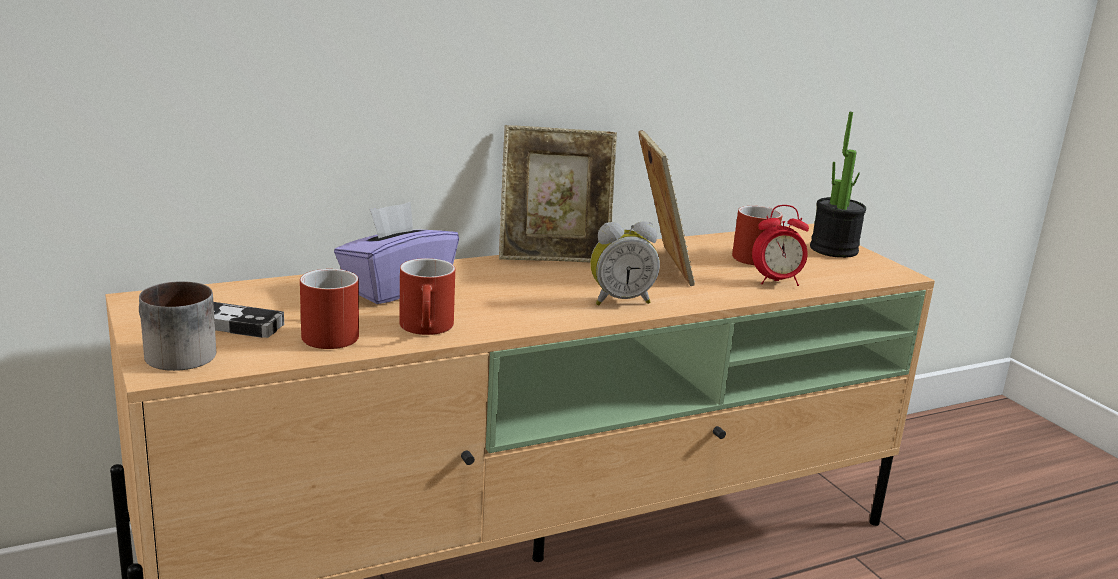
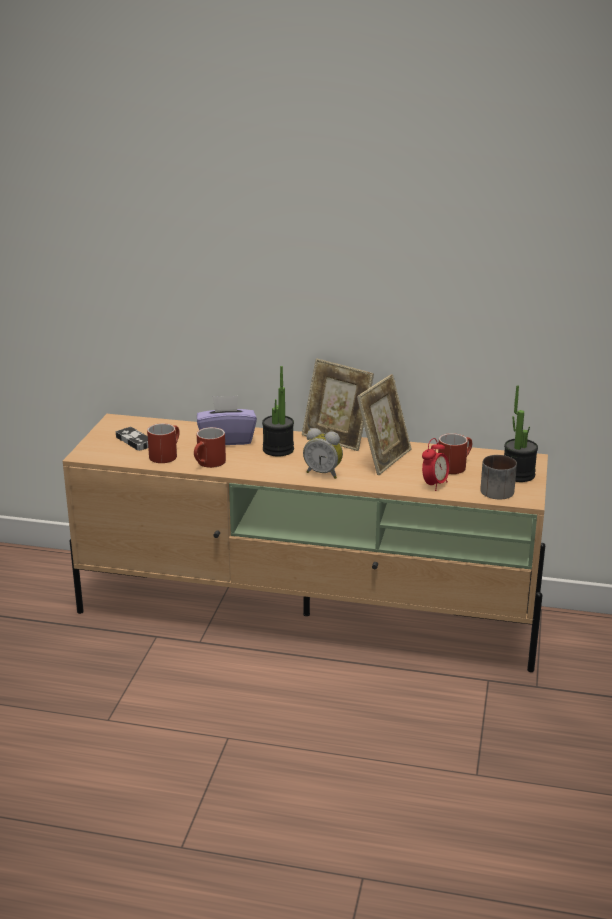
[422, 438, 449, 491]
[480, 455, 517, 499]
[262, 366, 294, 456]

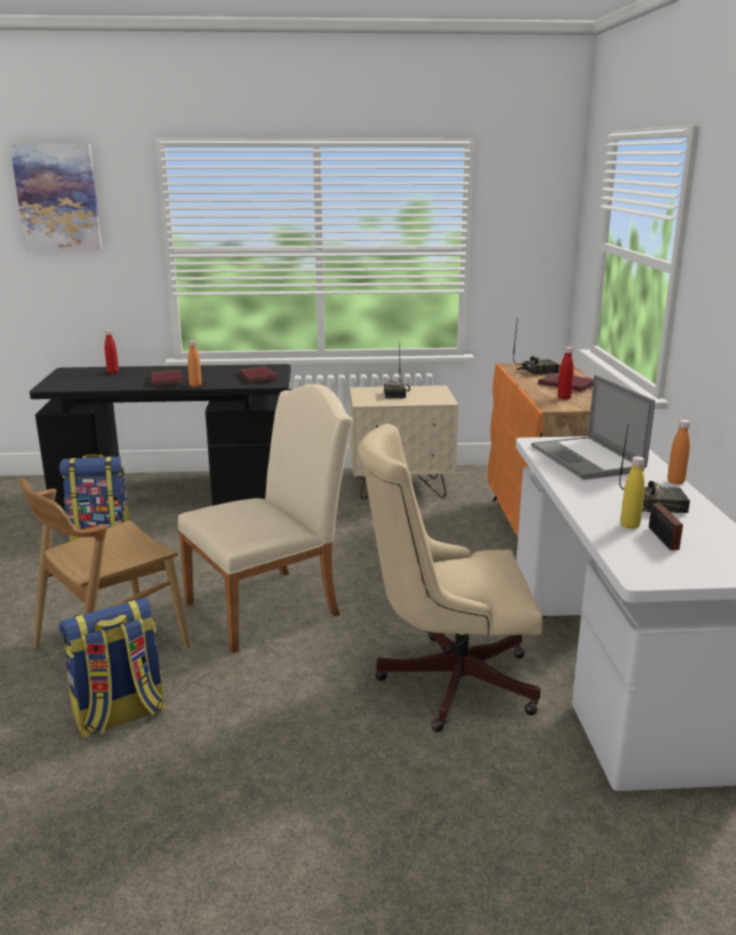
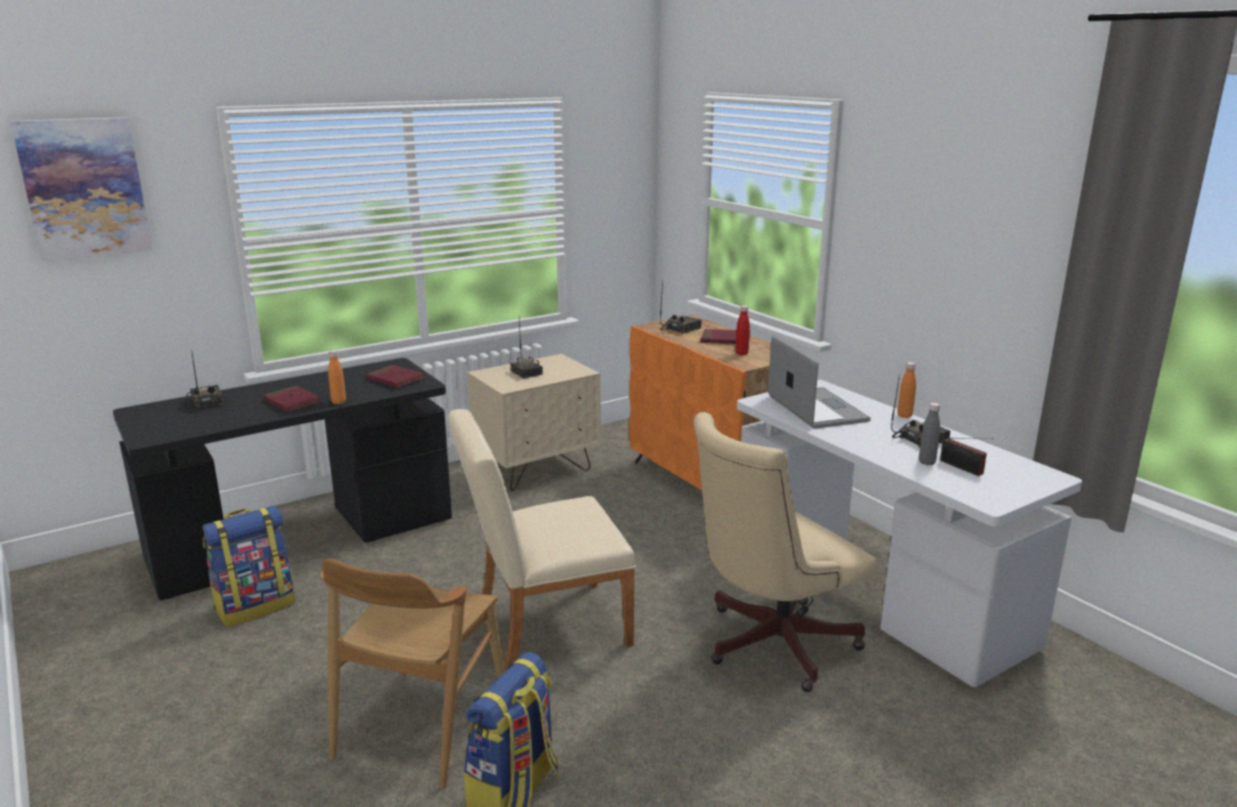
[185, 350, 224, 412]
[768, 336, 871, 429]
[449, 409, 636, 671]
[919, 403, 940, 465]

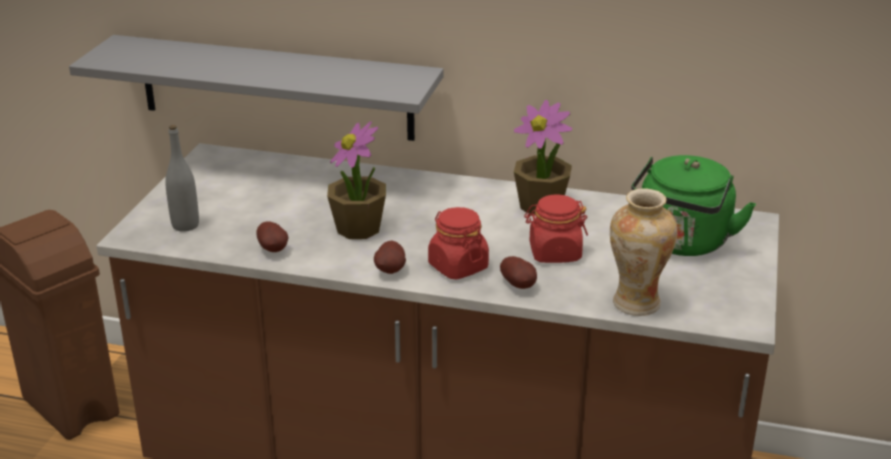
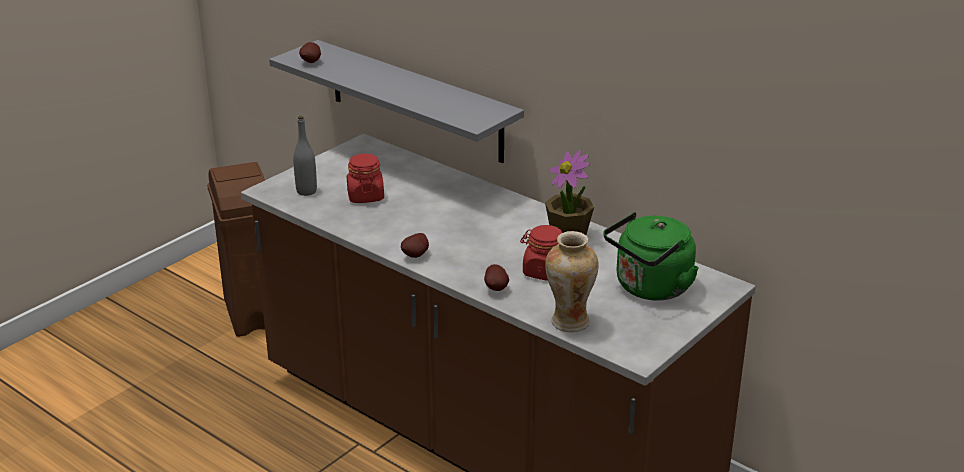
[327, 121, 386, 239] (first image)
[347, 154, 384, 203]
[299, 42, 321, 63]

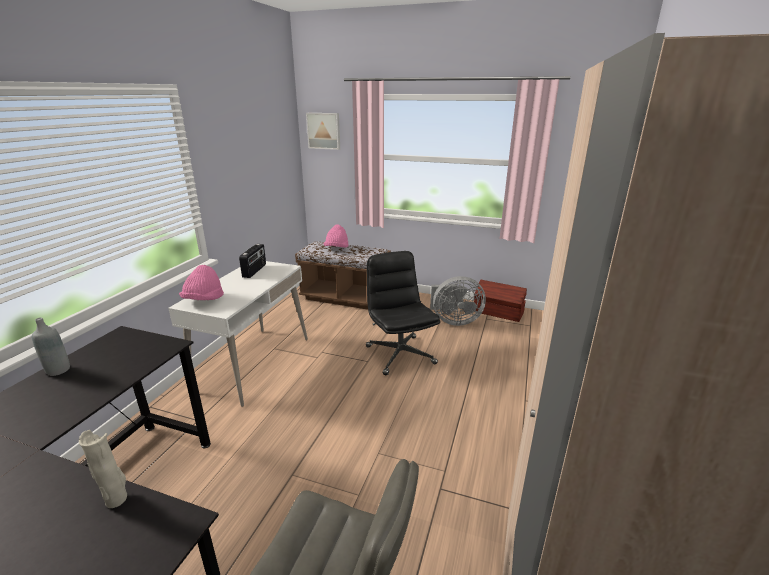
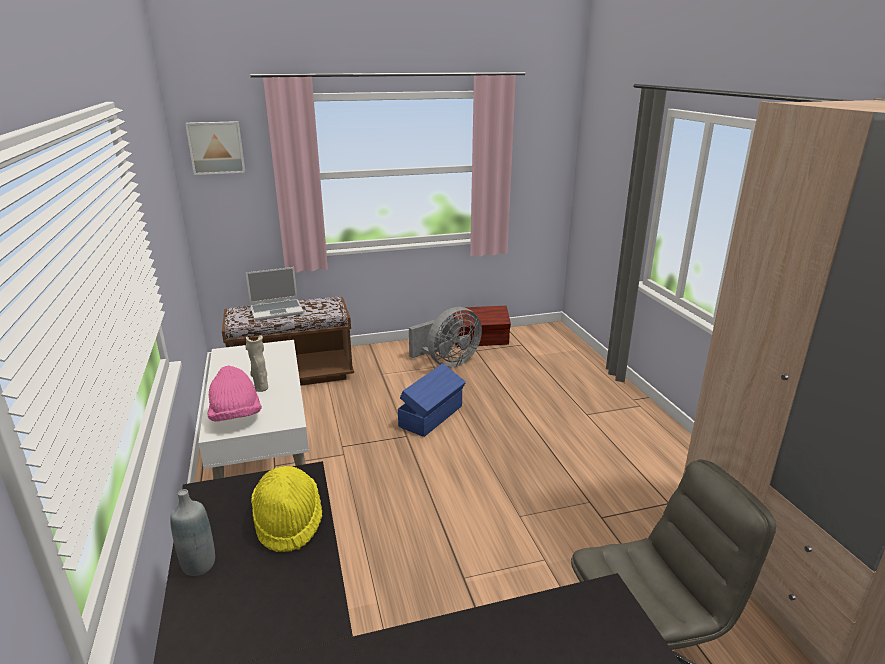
[246, 267, 304, 321]
[239, 244, 266, 278] (first image)
[398, 364, 466, 437]
[245, 335, 268, 392]
[251, 466, 322, 552]

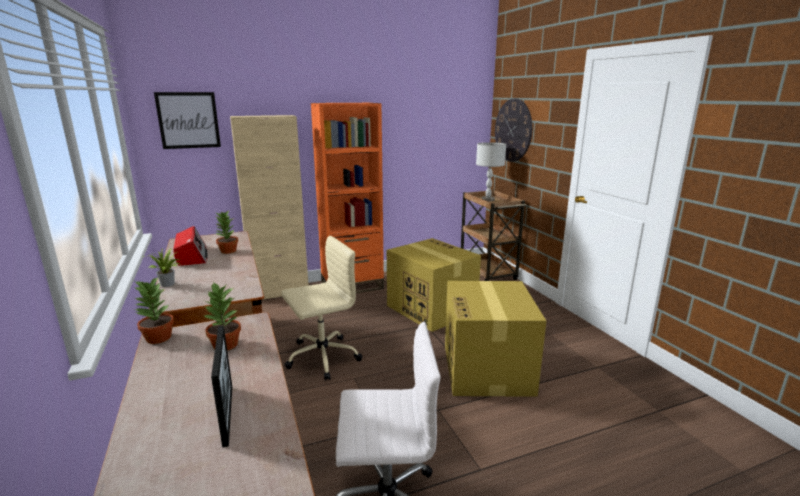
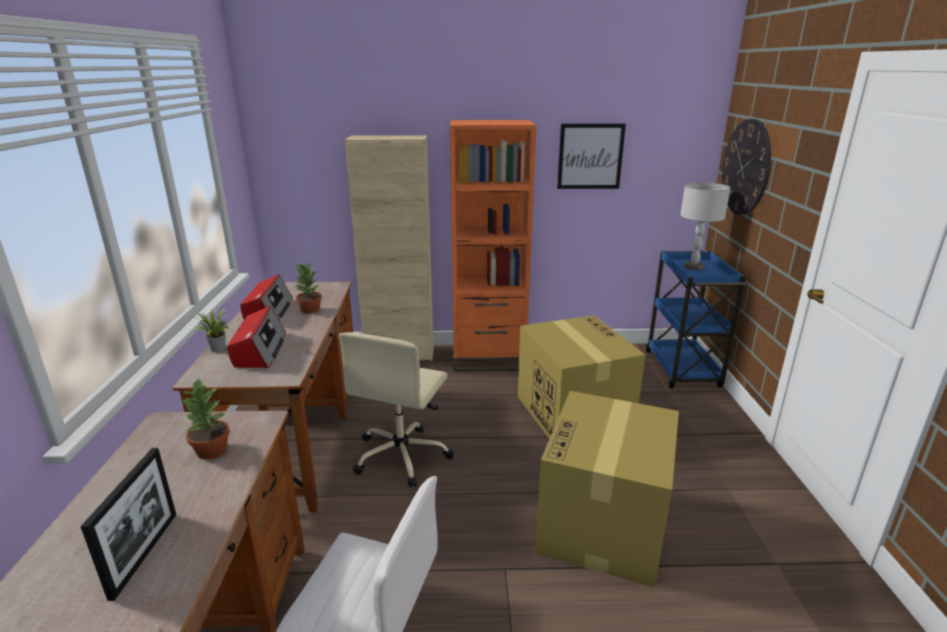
[557, 124, 626, 189]
[646, 251, 746, 388]
[339, 332, 454, 487]
[134, 277, 174, 344] (first image)
[227, 306, 286, 368]

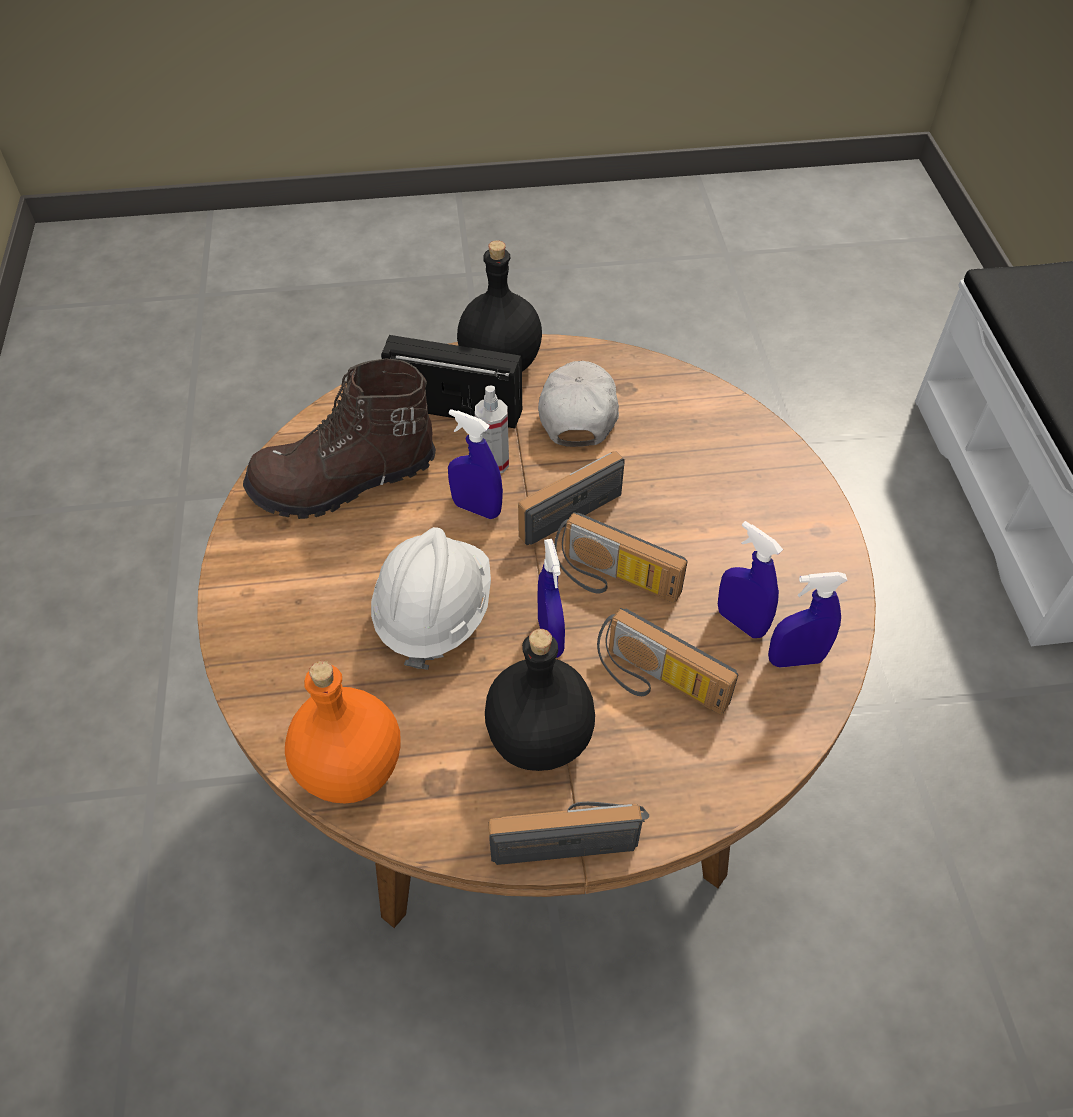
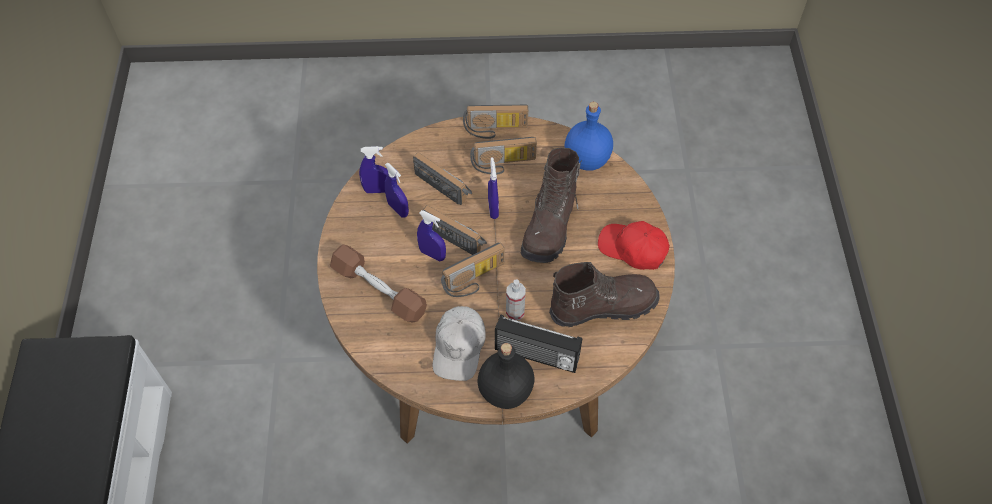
[417, 210, 446, 261]
[521, 147, 582, 263]
[470, 137, 537, 175]
[564, 102, 613, 171]
[598, 221, 670, 270]
[330, 244, 427, 322]

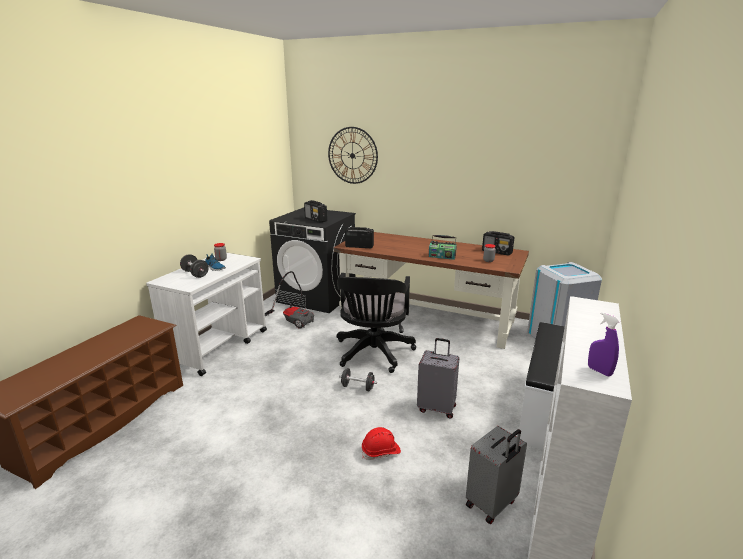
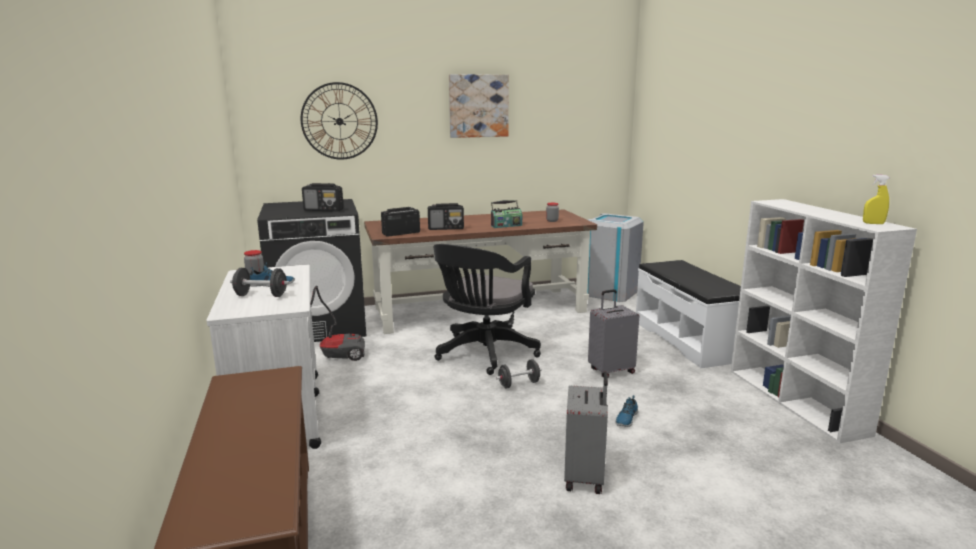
[428, 203, 464, 230]
[434, 244, 541, 375]
[863, 175, 890, 224]
[564, 371, 608, 494]
[615, 395, 638, 427]
[449, 74, 509, 138]

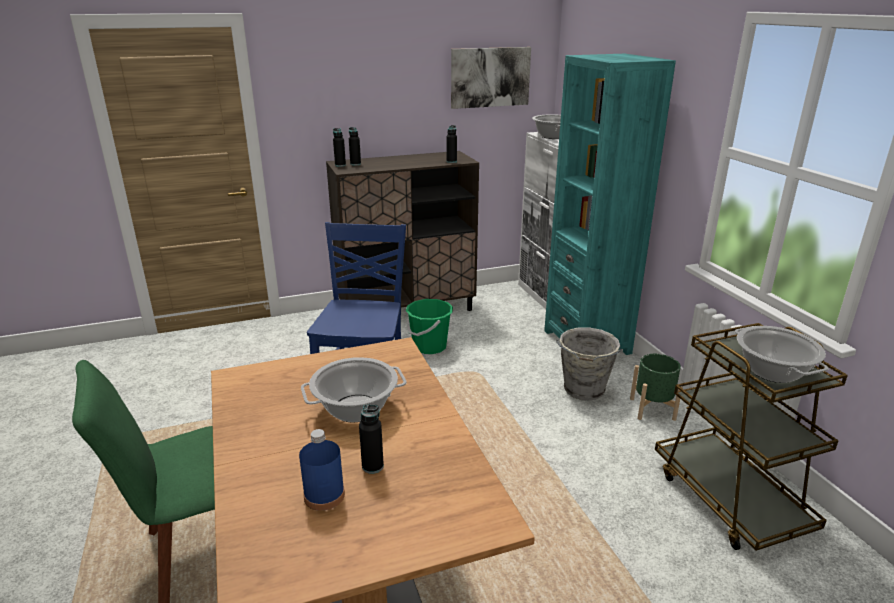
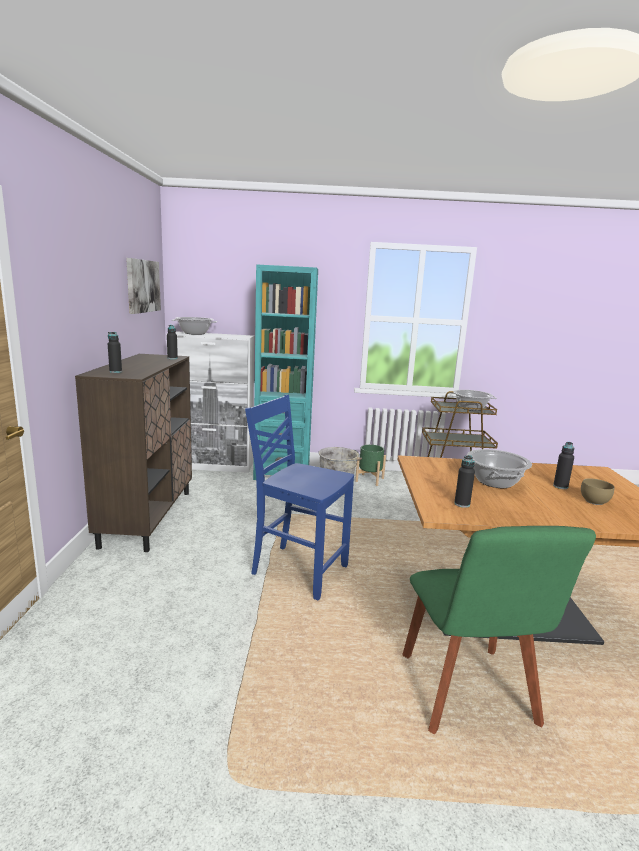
[454, 455, 475, 508]
[406, 299, 453, 354] (first image)
[581, 478, 615, 505]

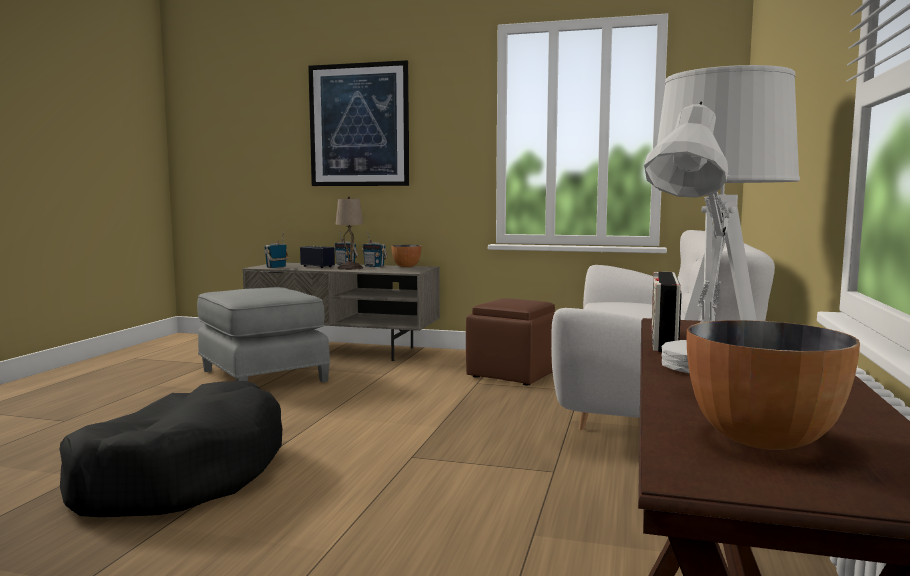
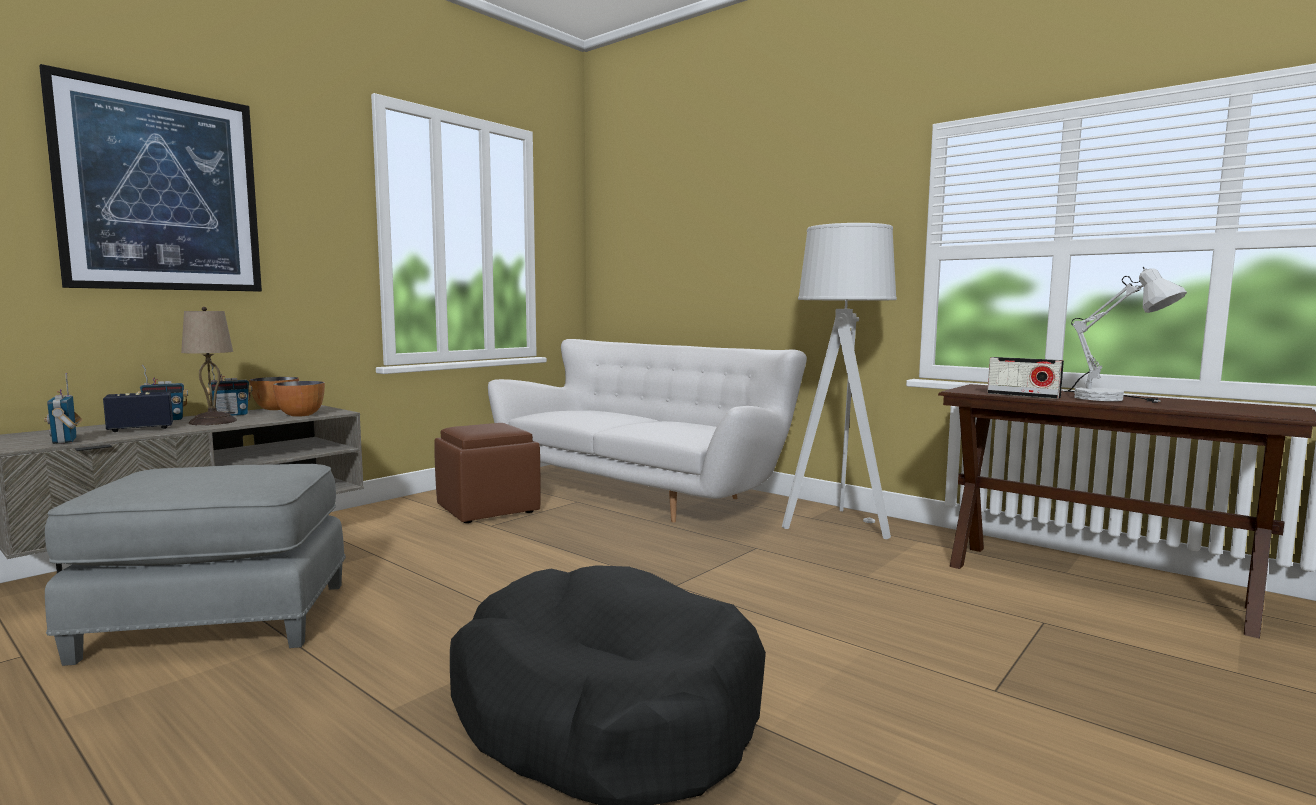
[273, 381, 325, 417]

